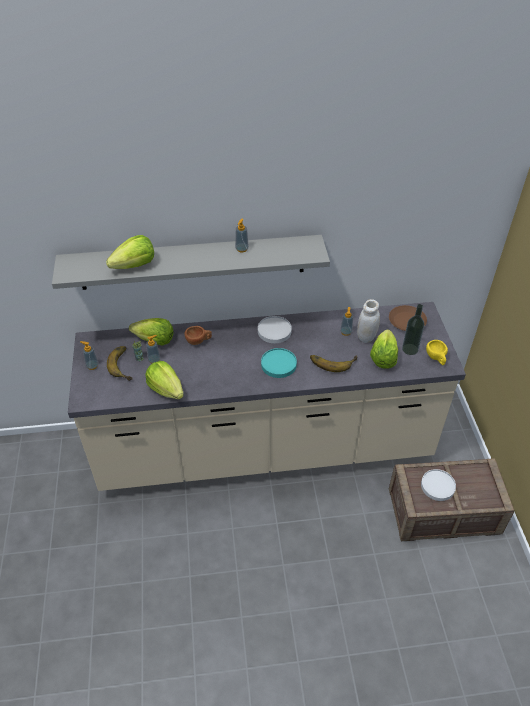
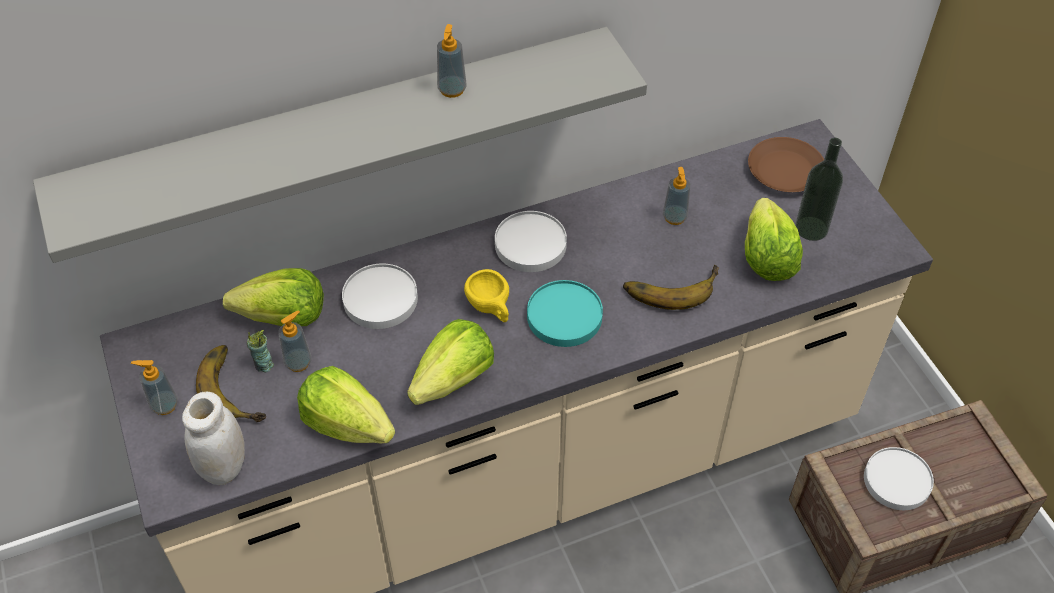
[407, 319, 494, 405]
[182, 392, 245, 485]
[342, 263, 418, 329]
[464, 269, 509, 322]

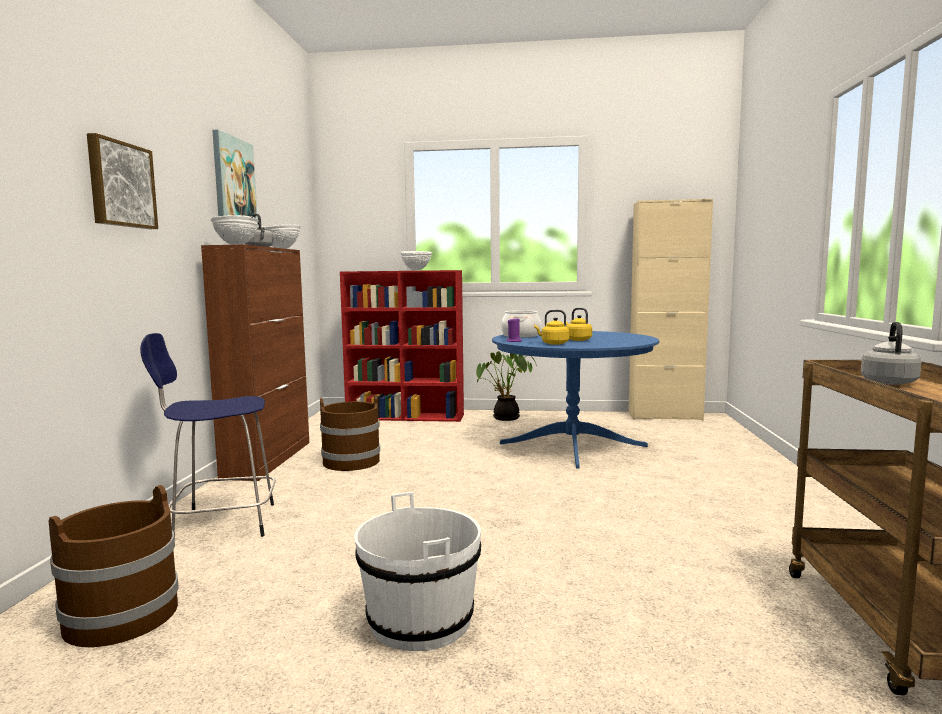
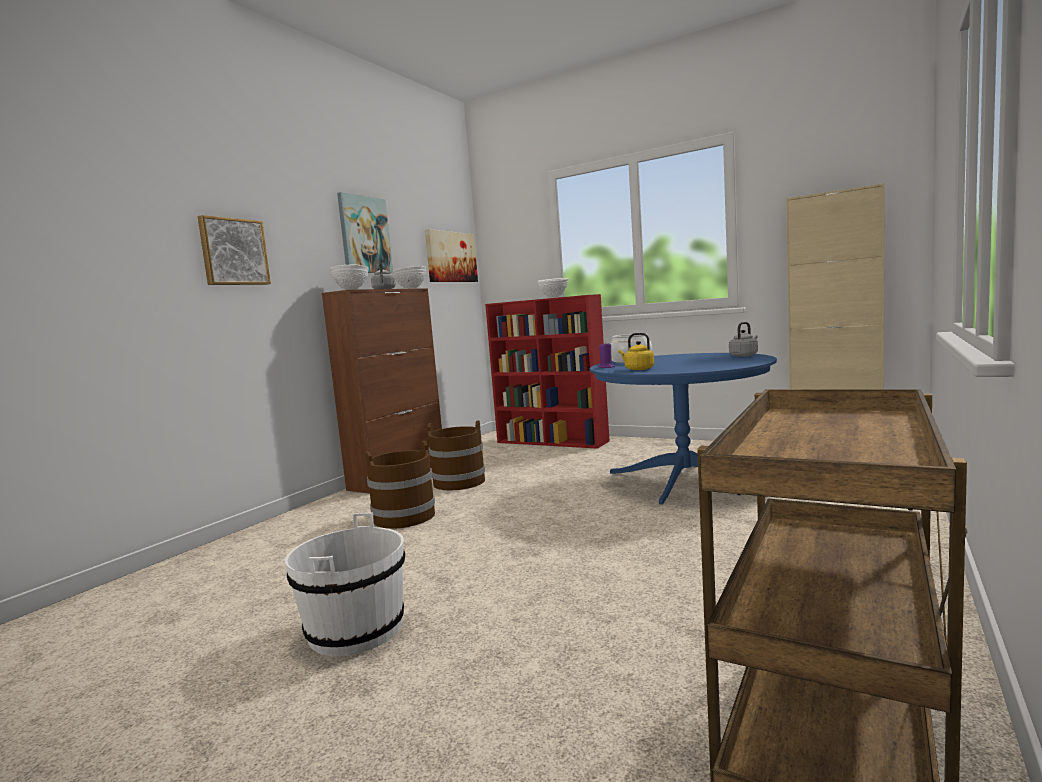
[566, 308, 592, 341] (first image)
[729, 322, 758, 357]
[140, 333, 276, 538] (first image)
[476, 351, 536, 421] (first image)
[365, 441, 435, 529]
[425, 229, 478, 282]

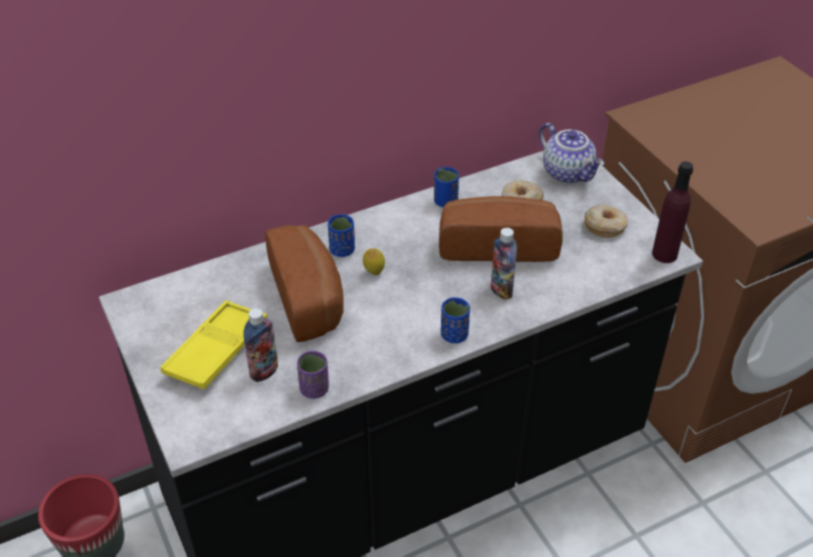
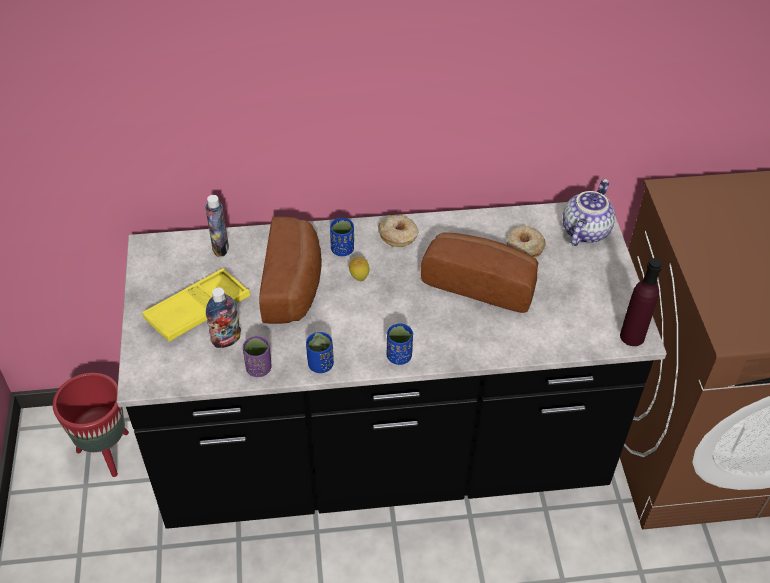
[563, 179, 615, 246]
[306, 332, 334, 373]
[378, 215, 419, 247]
[206, 195, 229, 257]

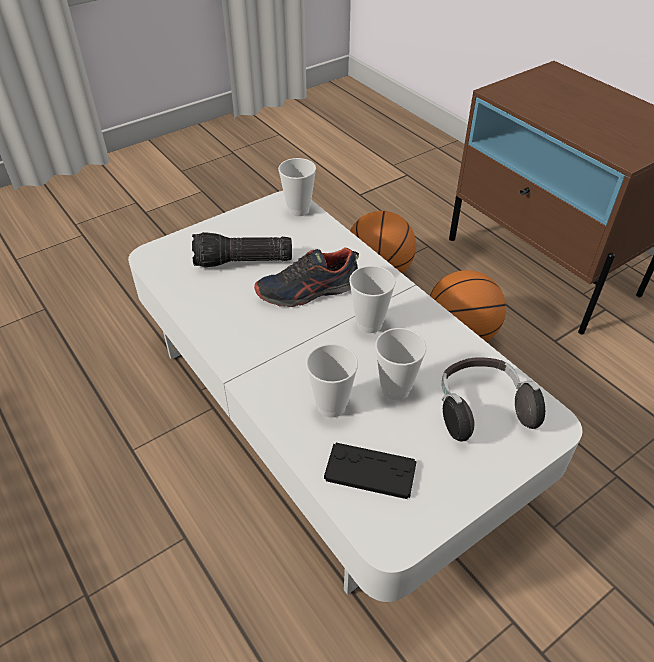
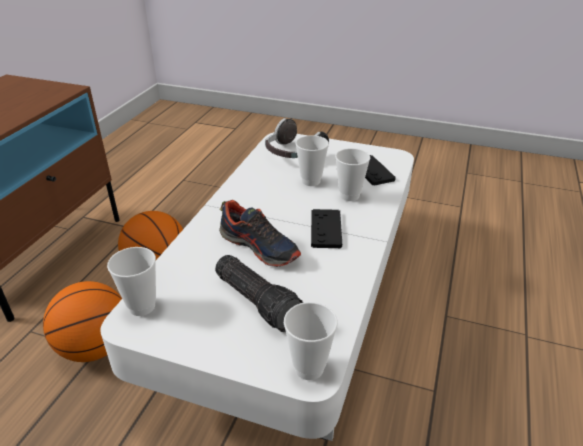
[284, 302, 338, 380]
[311, 209, 342, 248]

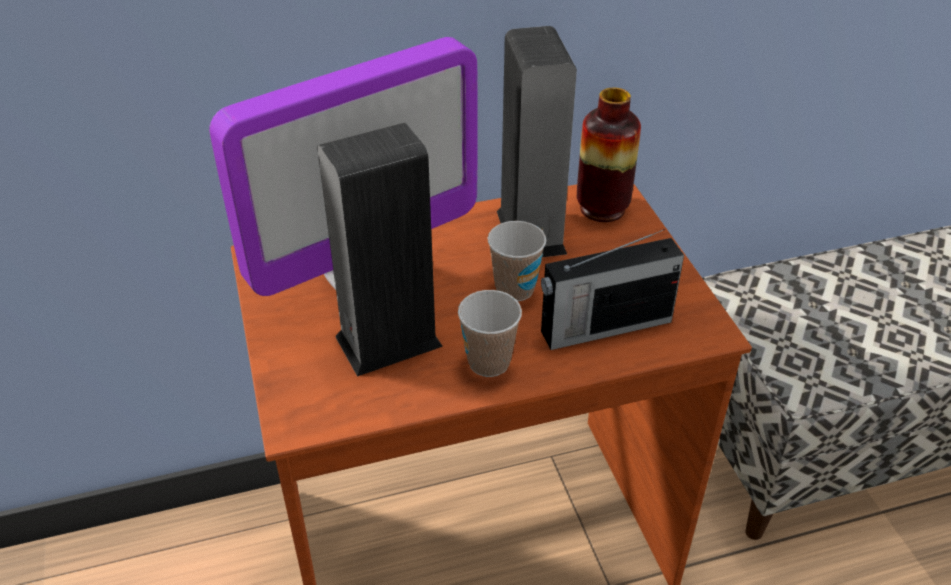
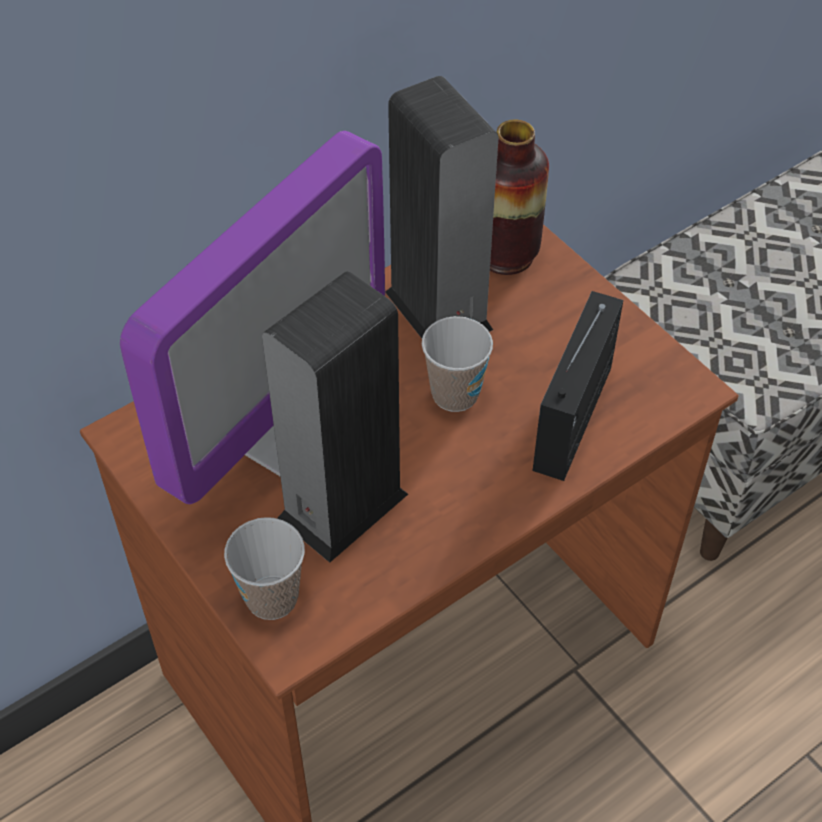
[533, 291, 623, 481]
[224, 517, 305, 620]

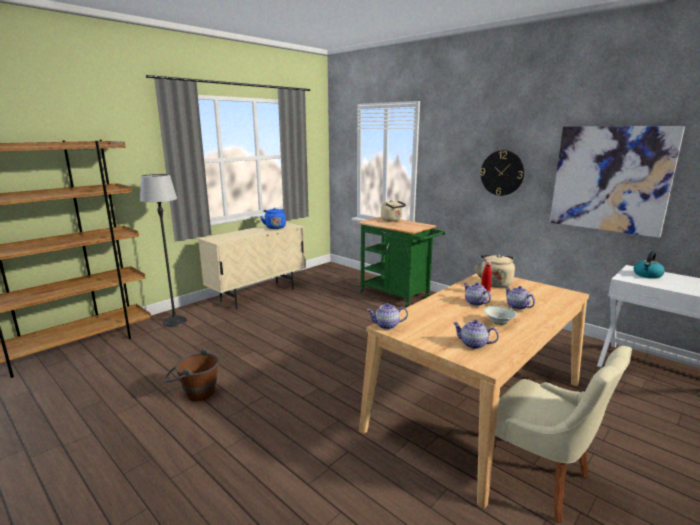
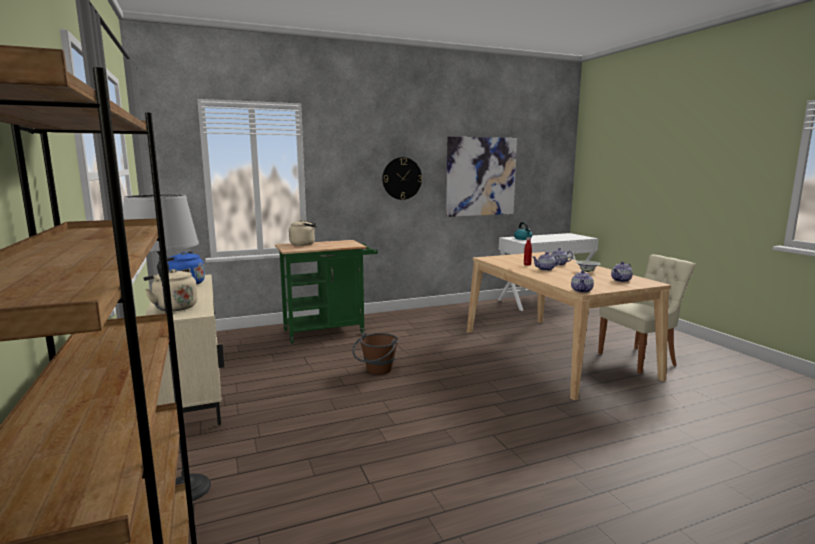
[144, 269, 198, 311]
[352, 332, 399, 375]

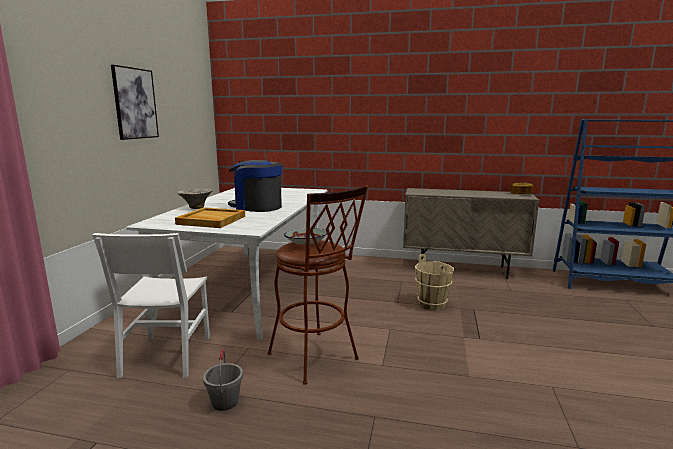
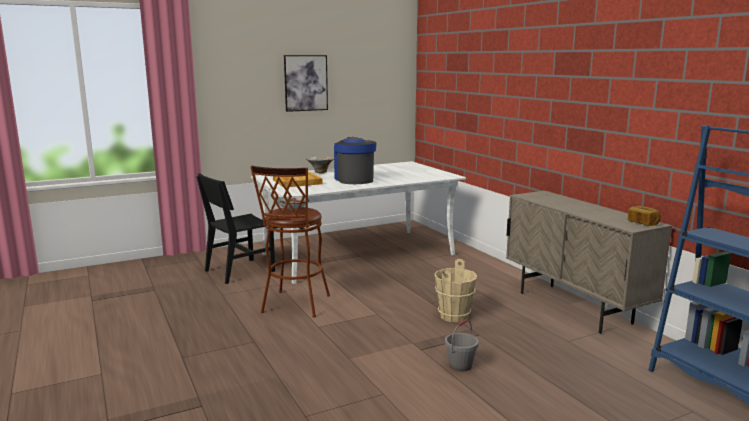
[196, 173, 275, 284]
[445, 319, 479, 371]

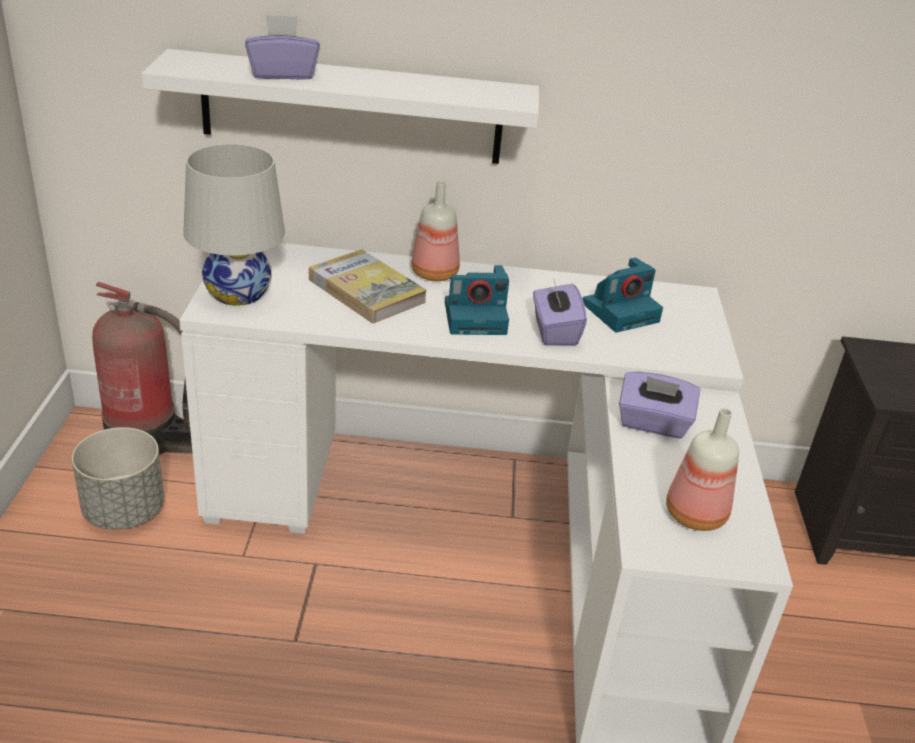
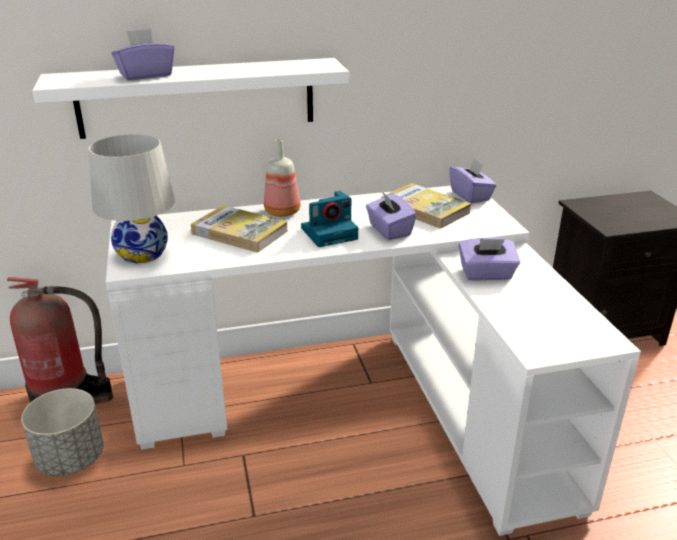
[381, 183, 471, 229]
[666, 408, 739, 531] (first image)
[449, 158, 496, 204]

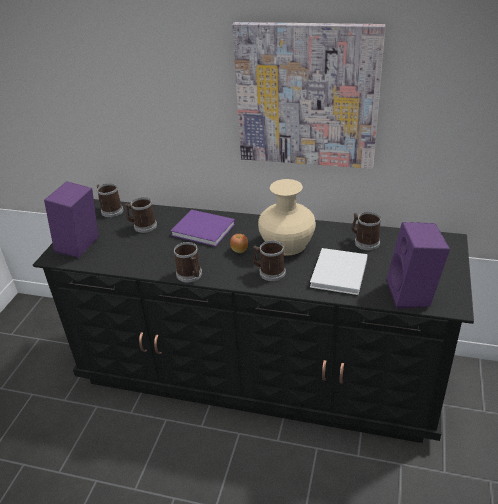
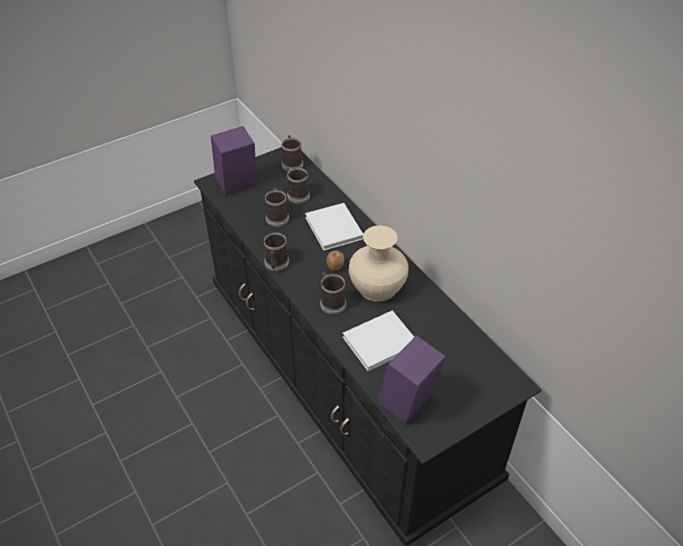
[232, 22, 386, 169] (first image)
[305, 203, 363, 251]
[265, 187, 289, 227]

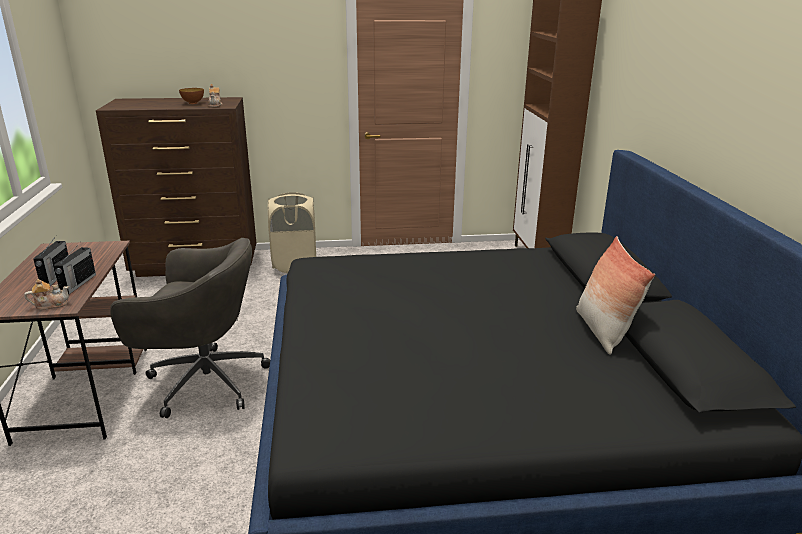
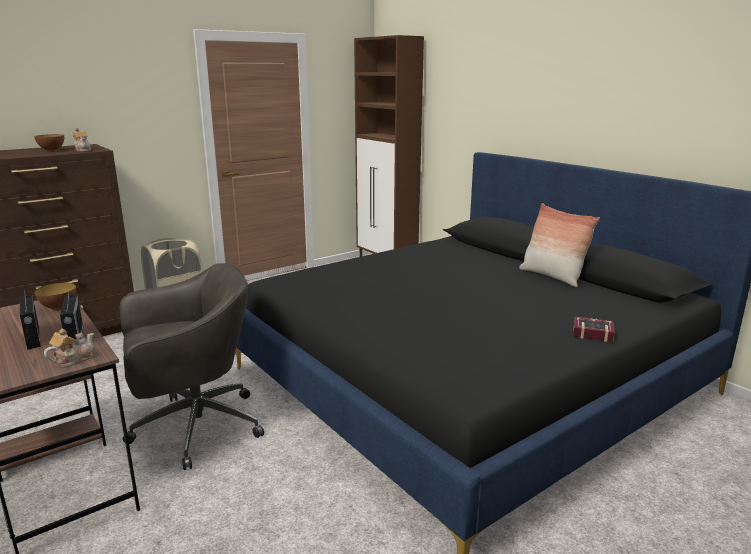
[34, 283, 76, 311]
[573, 316, 615, 342]

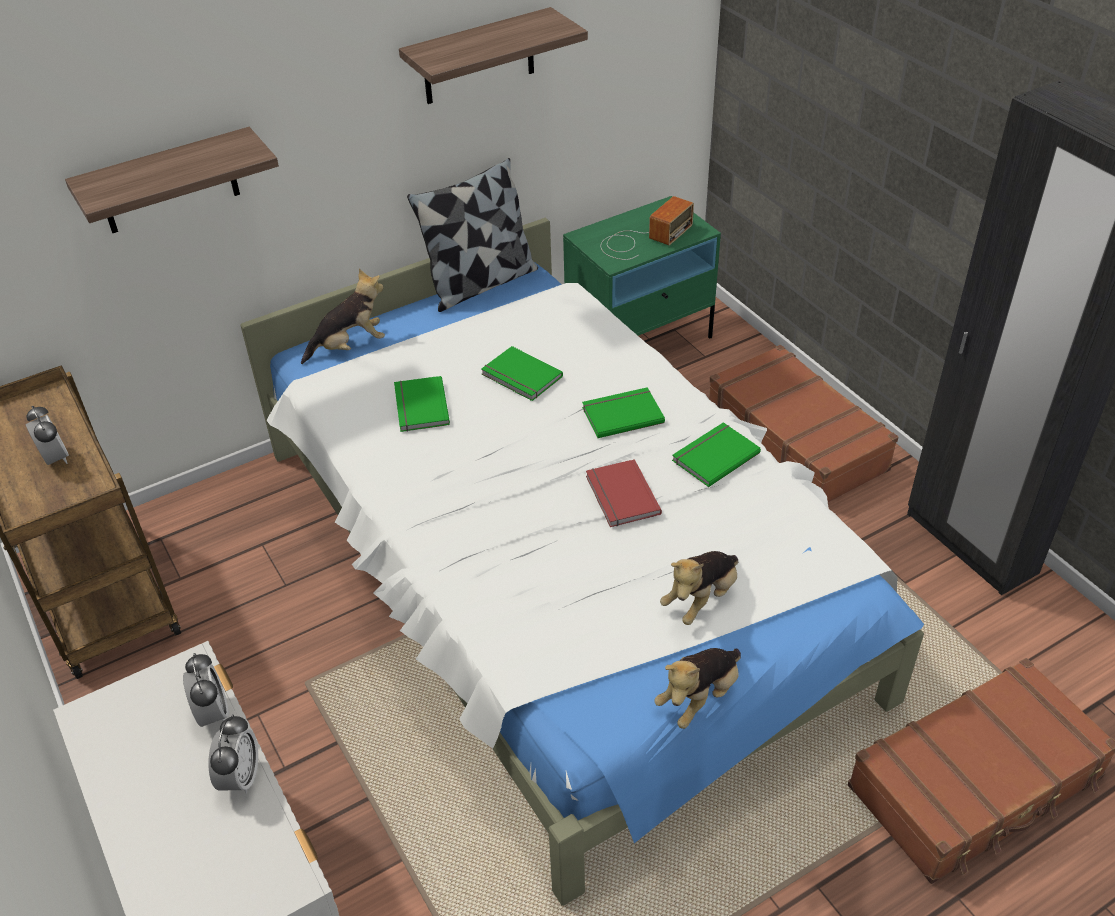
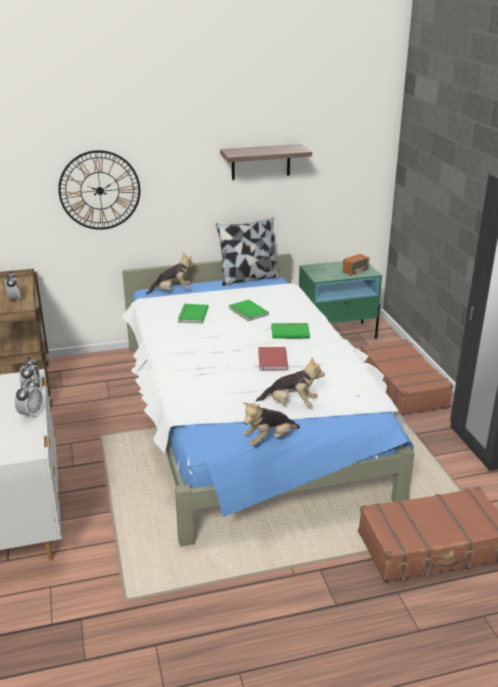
[58, 150, 140, 230]
[672, 422, 761, 487] (first image)
[256, 357, 325, 406]

